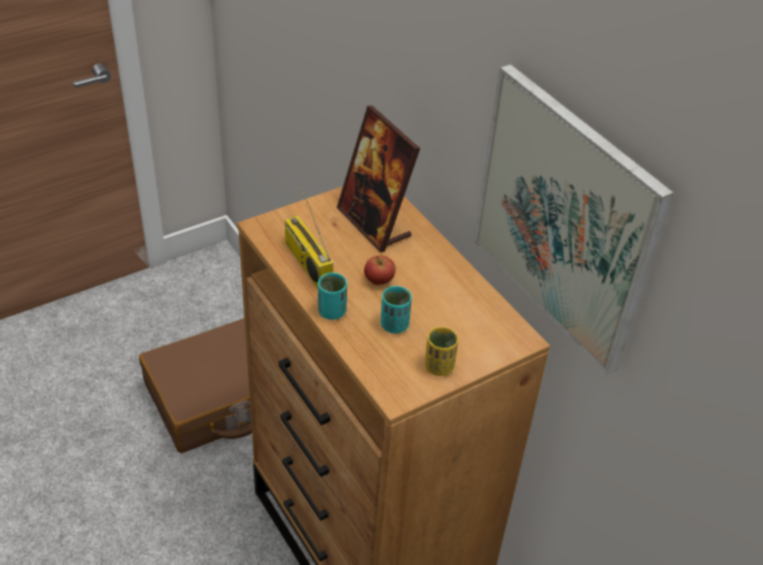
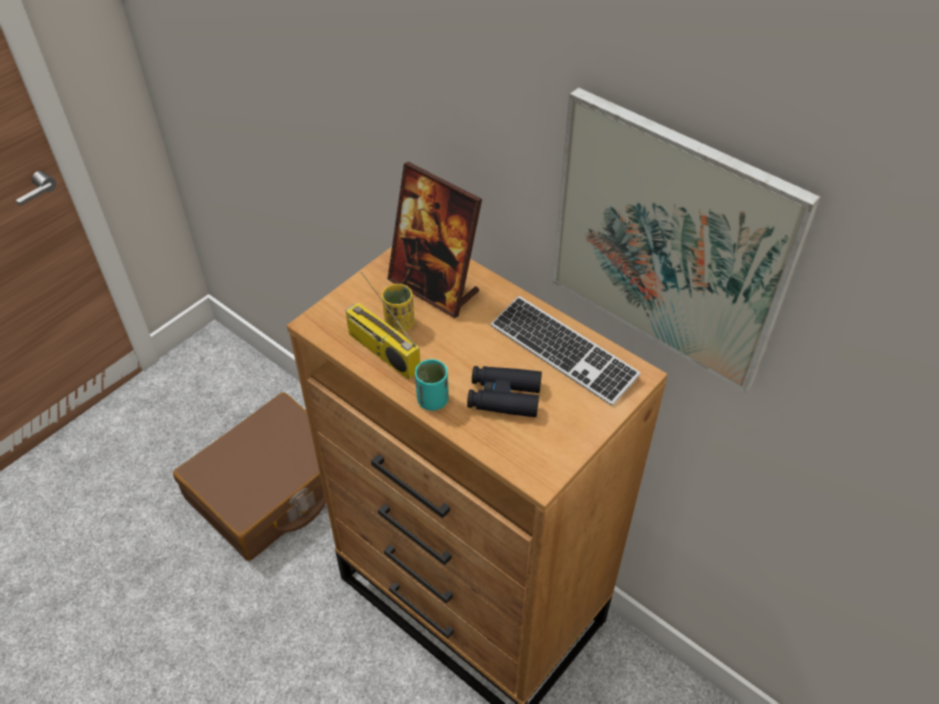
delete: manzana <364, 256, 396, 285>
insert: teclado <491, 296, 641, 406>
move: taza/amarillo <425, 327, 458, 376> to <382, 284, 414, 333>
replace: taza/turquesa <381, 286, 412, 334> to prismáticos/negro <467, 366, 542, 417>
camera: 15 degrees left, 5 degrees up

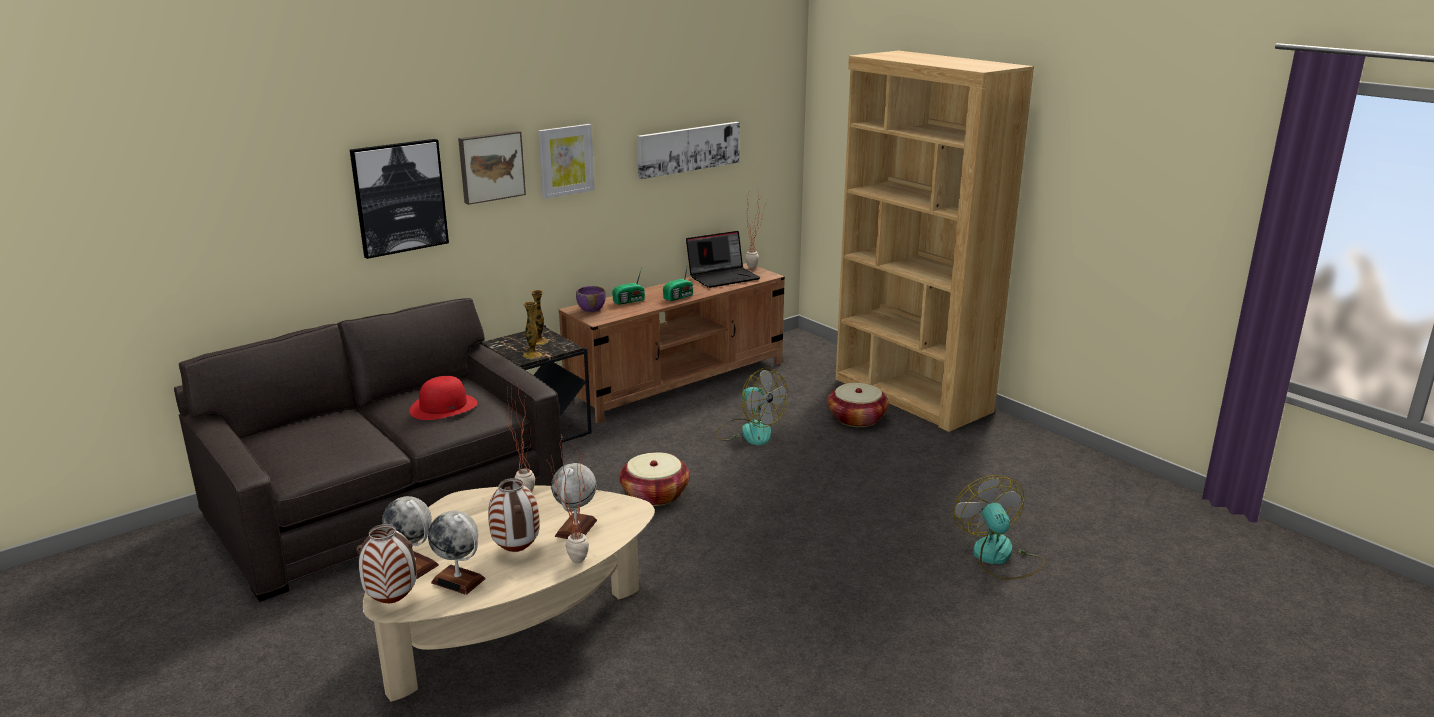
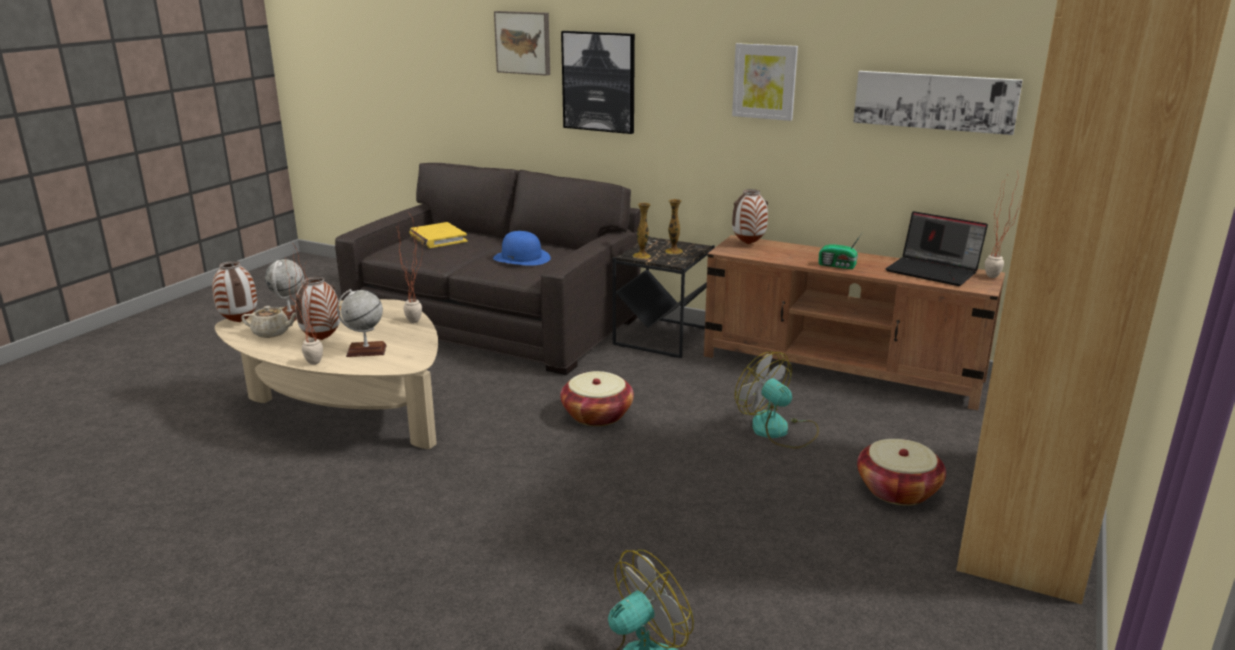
delete: radio <612, 270, 645, 305>
insert: libro/amarillo <410, 222, 468, 248>
move: cuadro <458, 131, 526, 205> to <494, 11, 550, 76>
replace: globo terráqueo <428, 510, 485, 595> to tetera/beis <241, 306, 296, 338>; cuenco/morado <576, 286, 606, 312> to florero <732, 189, 768, 244>
recolor: sombrero/rojo <409, 376, 477, 420> to sombrero/azul <493, 231, 551, 266>
rotate: ventilador <716, 368, 788, 445> = <735, 352, 819, 449> 120 degrees clockwise
camera: 65 degrees right, 0 degrees up

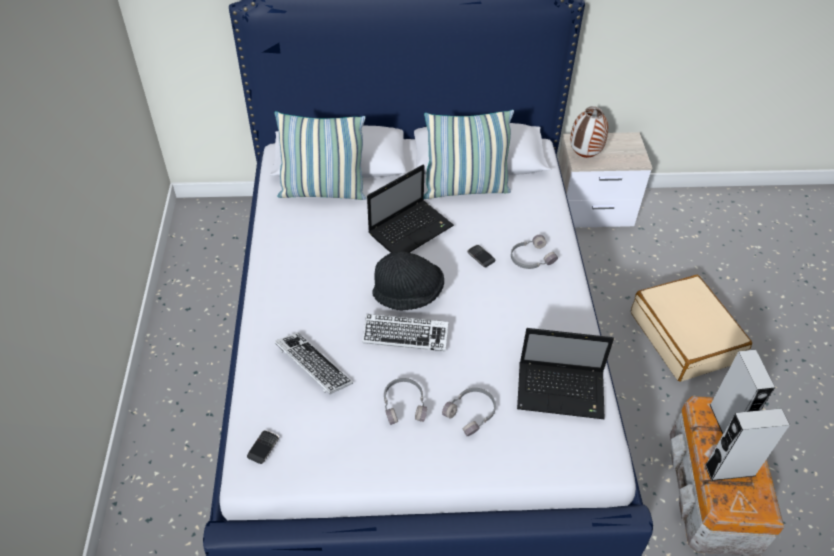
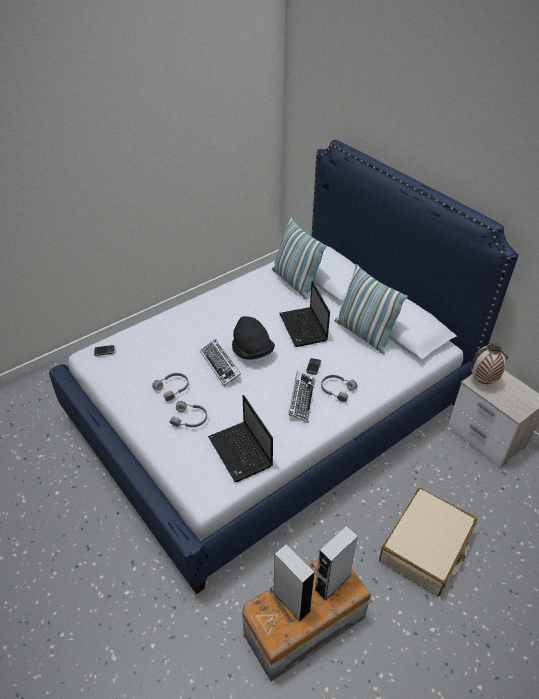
move: teclado <275, 332, 353, 394> to <288, 371, 316, 423>
rotate: portátil <367, 165, 454, 253> = <279, 281, 330, 347> 60 degrees clockwise
camera: 55 degrees right, 5 degrees down

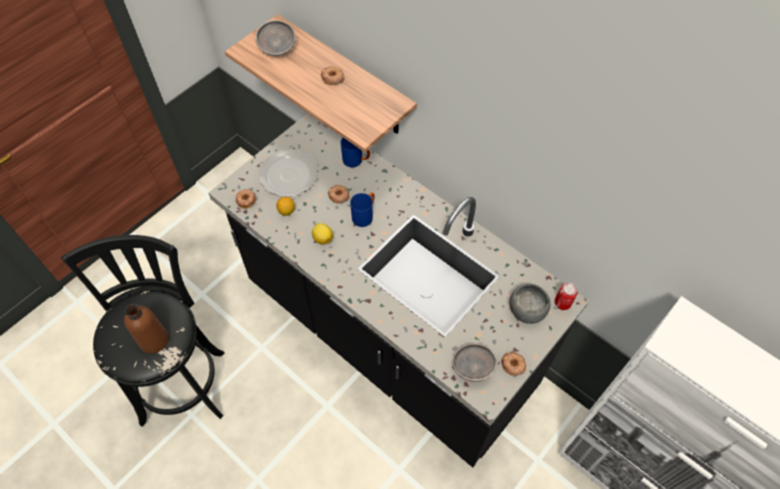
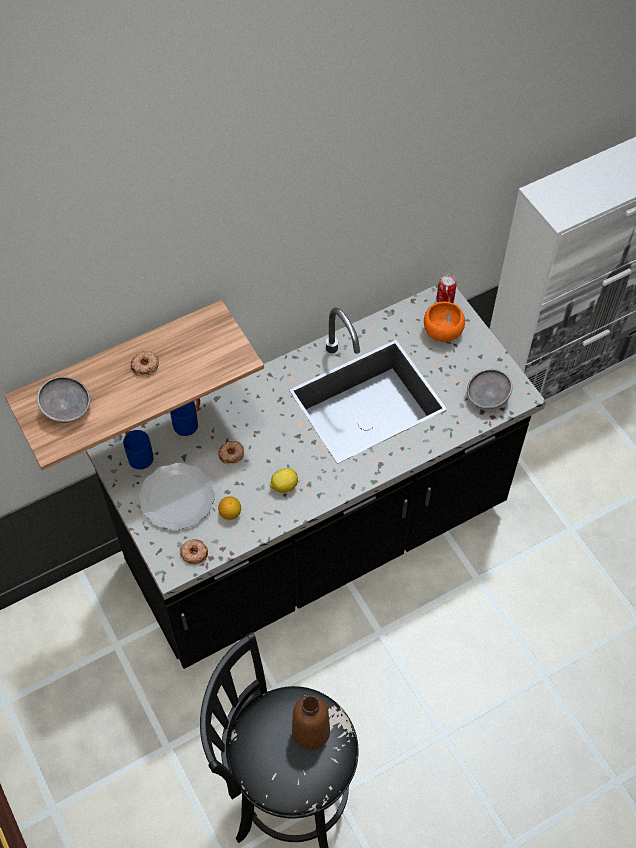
delete: rosquilla <502, 352, 526, 376>
move: taza grande/azul <350, 192, 375, 227> to <123, 430, 154, 470>
recolor: cuenco/gris <509, 284, 550, 324> to cuenco/naranja <424, 301, 465, 342>
camera: 70 degrees left, 0 degrees up

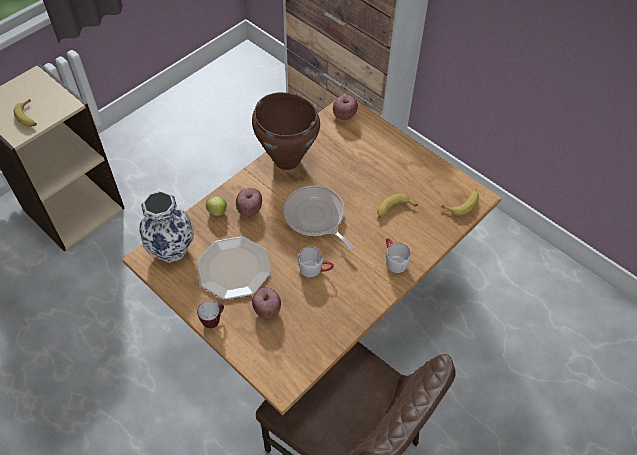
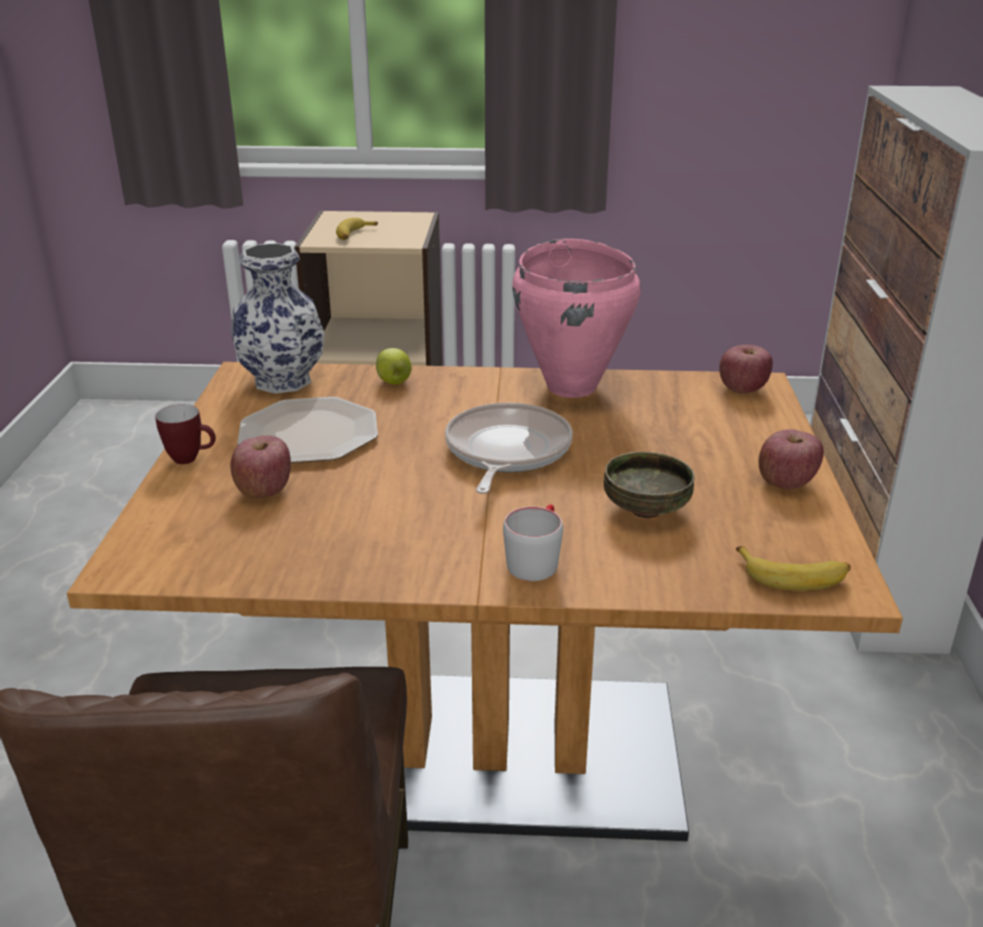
delete: taza grande/gris <298, 247, 334, 278>
move: manzana <236, 188, 262, 217> to <759, 429, 824, 490>
replace: plátano <377, 194, 418, 218> to cuenco <604, 452, 695, 518>
recolor: olla/marrón <252, 92, 320, 170> to olla/rosa <512, 239, 641, 398>
camera: 50 degrees right, 25 degrees down

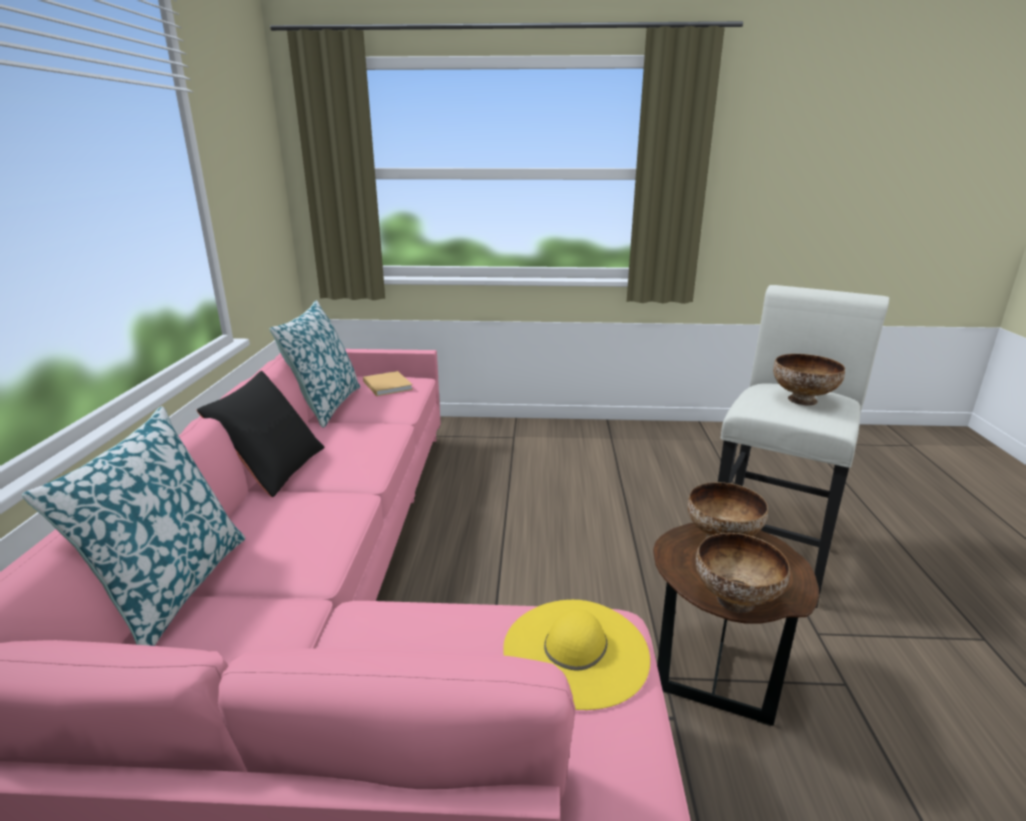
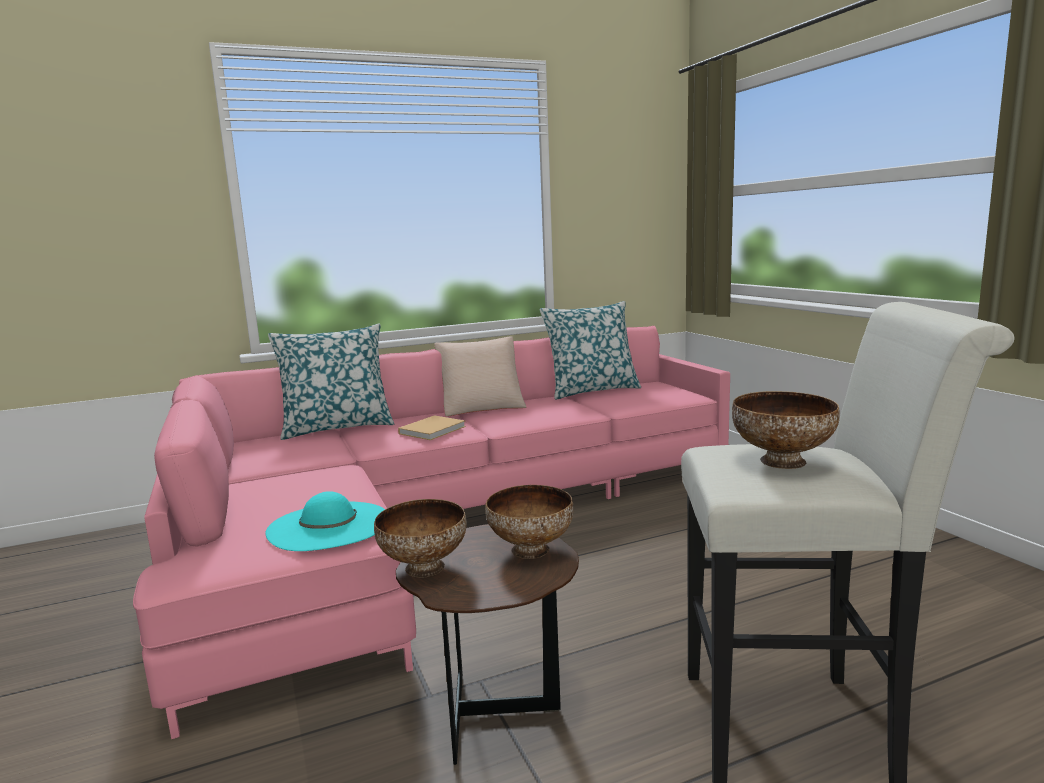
move: libro/beis <363, 371, 413, 396> to <398, 415, 466, 440>
recolor: cojín/negro <197, 371, 325, 497> to cojín/beis <434, 336, 526, 417>; sombrero/amarillo <503, 600, 650, 710> to sombrero/turquesa <266, 491, 385, 551>
camera: 65 degrees right, 10 degrees down

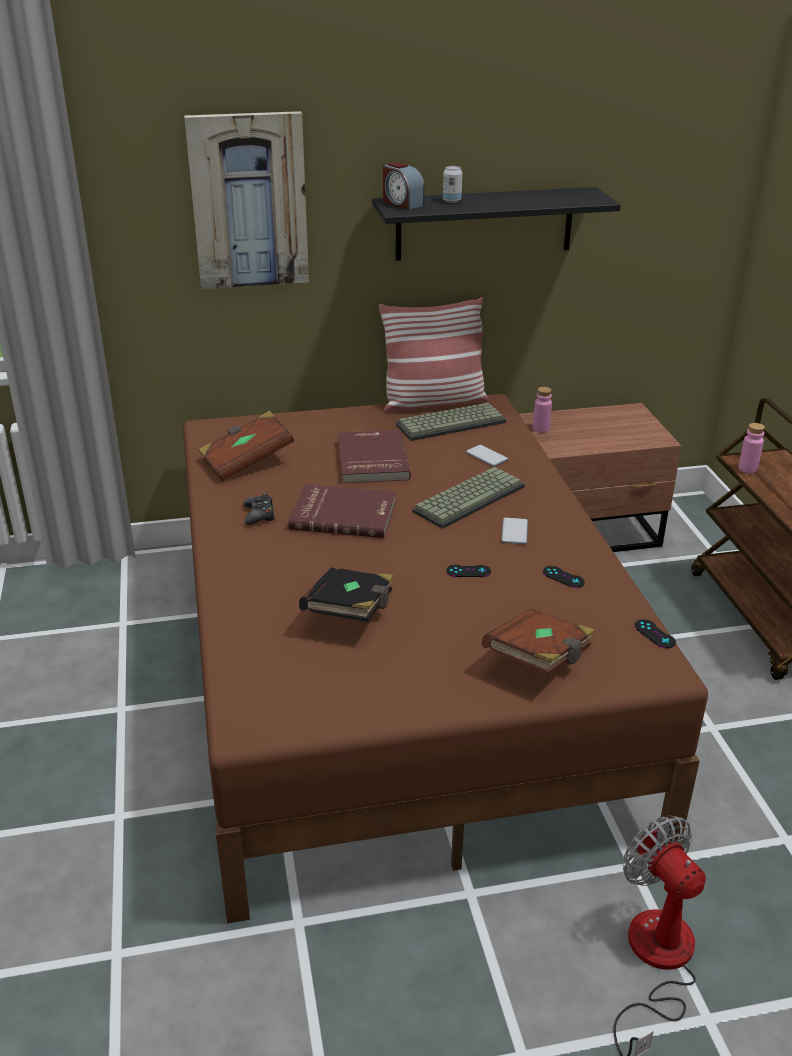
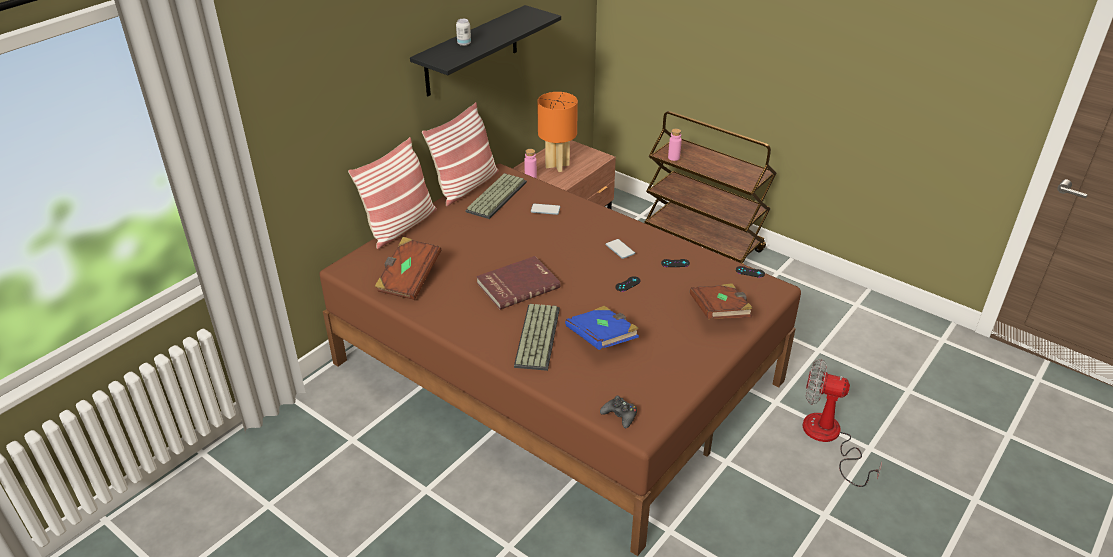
delete: cuadro <184, 111, 309, 289>; libro/rojo <338, 430, 411, 483>; despertador <383, 162, 425, 210>
insert: cojín <348, 137, 437, 249>; lámpara de mesa/naranja <537, 92, 578, 172>
move: mando de consola/negro <243, 493, 275, 525> to <600, 396, 637, 428>; teclado <412, 467, 525, 529> to <514, 304, 560, 371>
recolor: libro/negro <299, 567, 394, 622> to libro/azul <565, 306, 639, 350>
camera: 40 degrees left, 5 degrees up

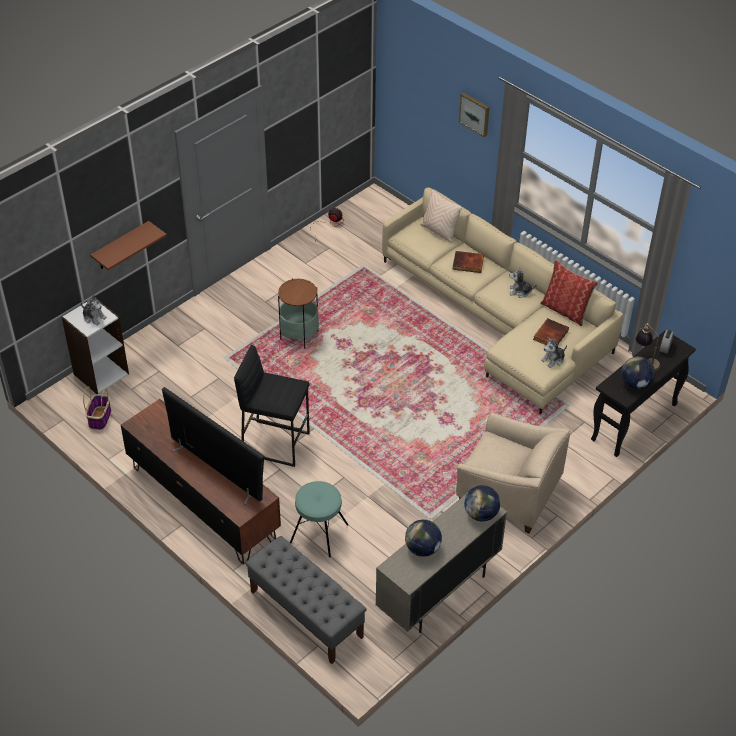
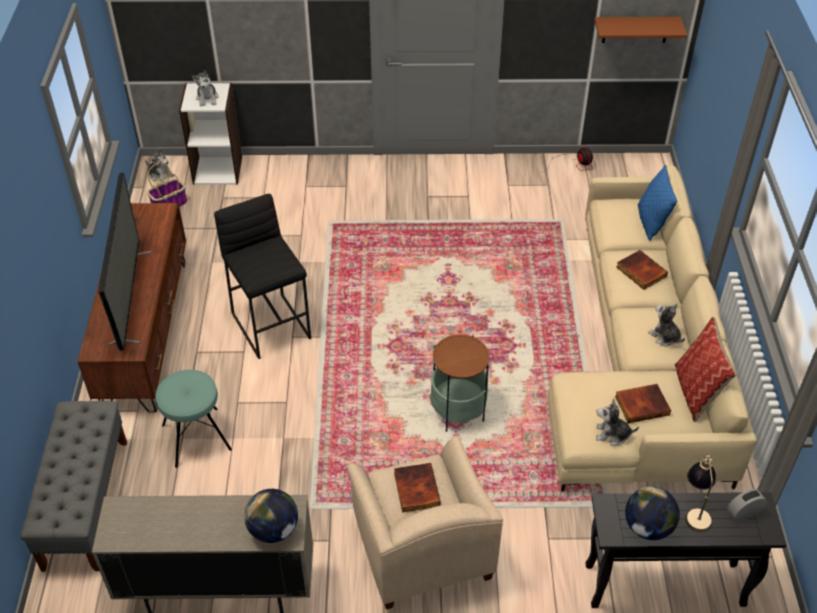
delete: globo terráqueo <405, 520, 442, 557>; cuadro <459, 92, 490, 137>
insert: peluche <145, 149, 174, 182>; libro <394, 463, 441, 512>
move: estante/marrón <90, 221, 167, 270> to <594, 17, 687, 43>; mesa auxiliar <278, 278, 319, 349> to <430, 334, 490, 432>
recolor: cojín/beis <420, 189, 463, 243> to cojín/azul <638, 165, 677, 241>
camera: 45 degrees right, 0 degrees up

